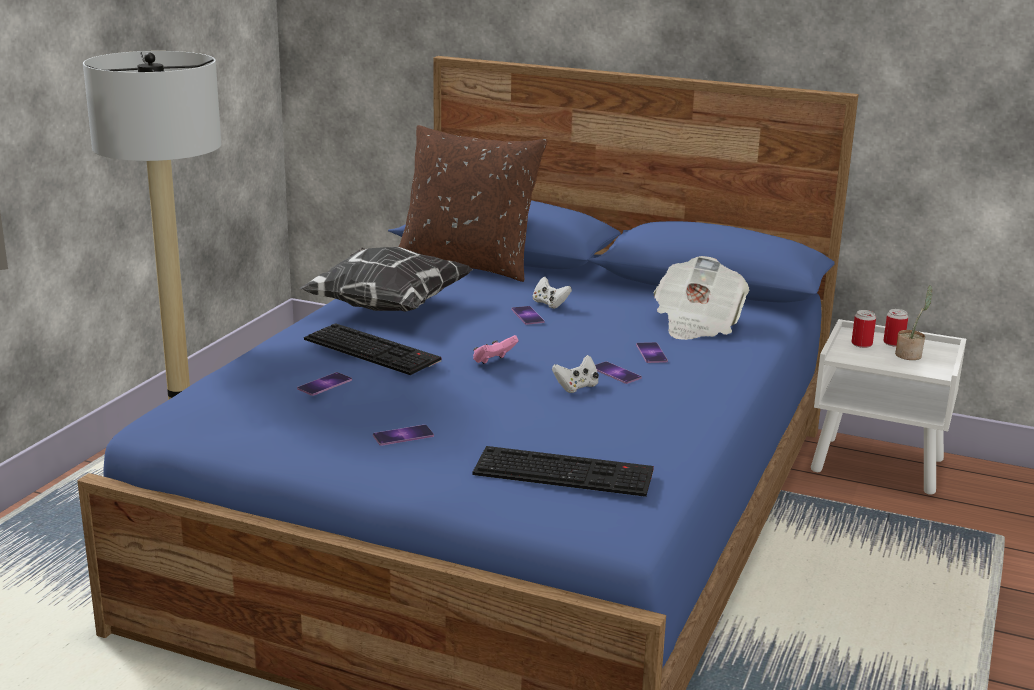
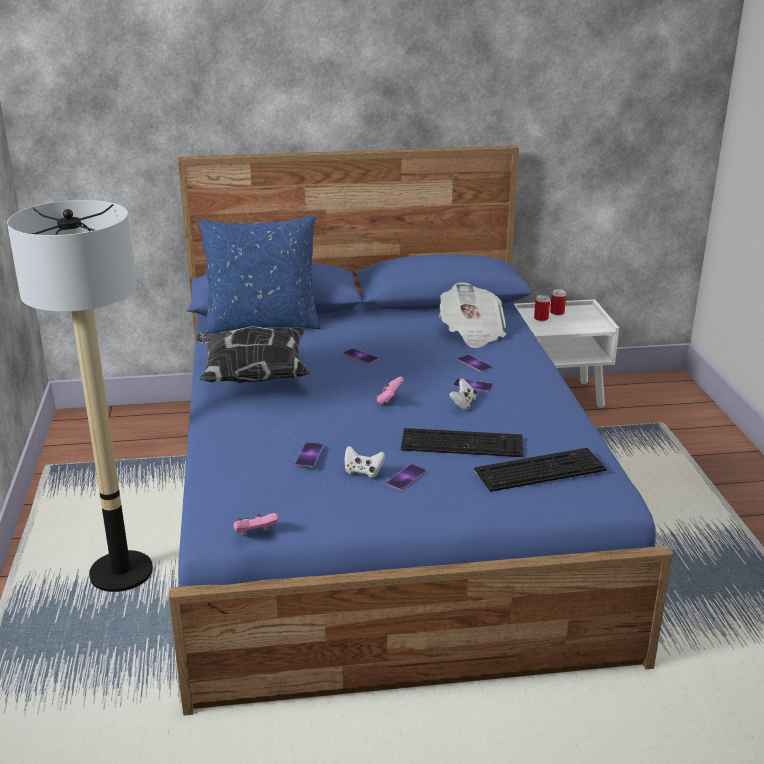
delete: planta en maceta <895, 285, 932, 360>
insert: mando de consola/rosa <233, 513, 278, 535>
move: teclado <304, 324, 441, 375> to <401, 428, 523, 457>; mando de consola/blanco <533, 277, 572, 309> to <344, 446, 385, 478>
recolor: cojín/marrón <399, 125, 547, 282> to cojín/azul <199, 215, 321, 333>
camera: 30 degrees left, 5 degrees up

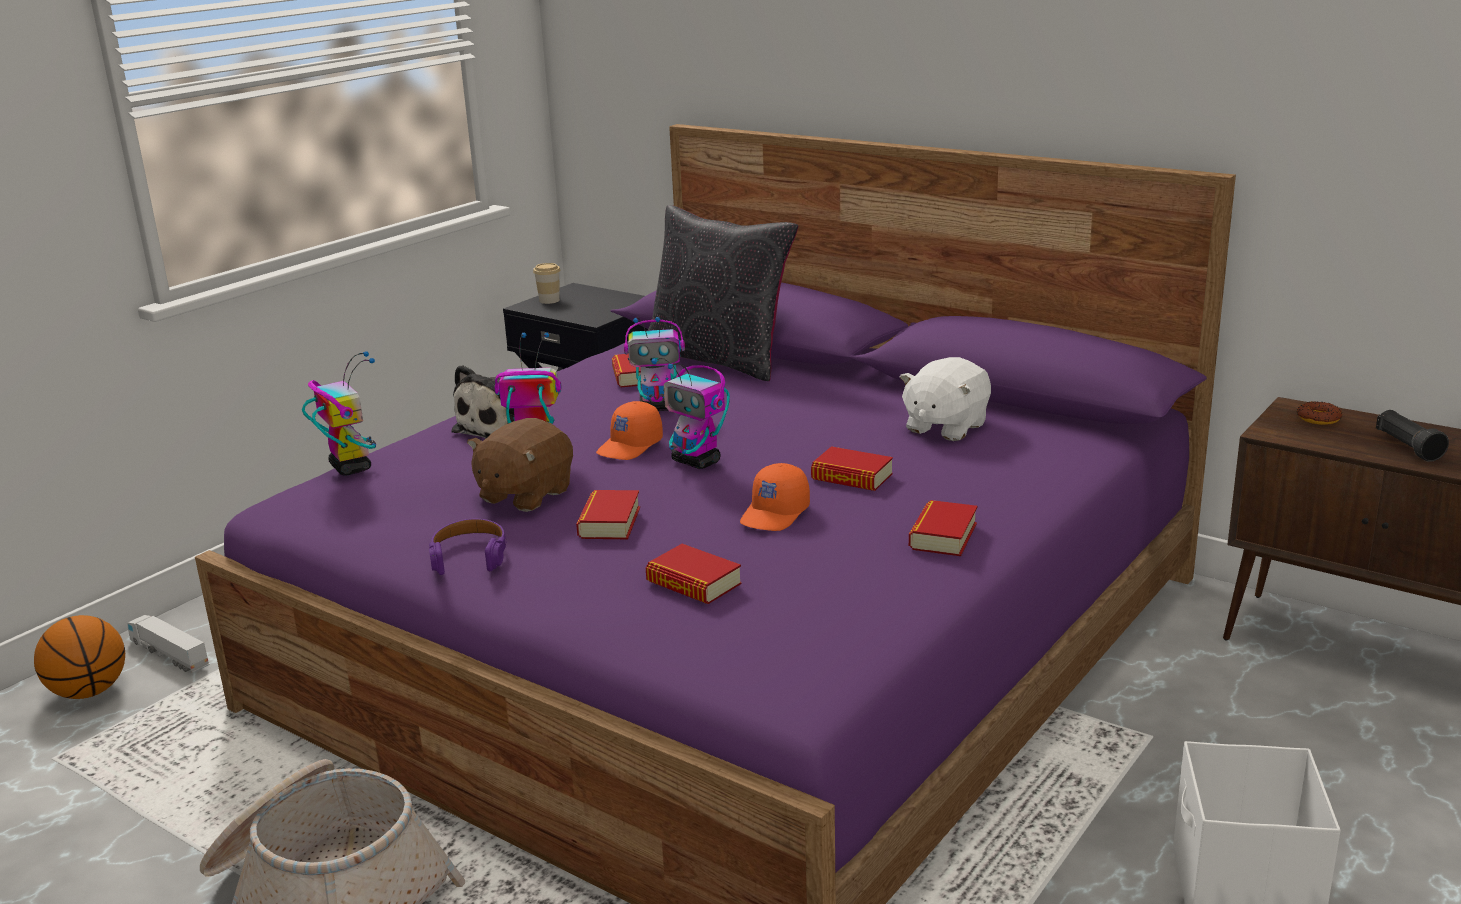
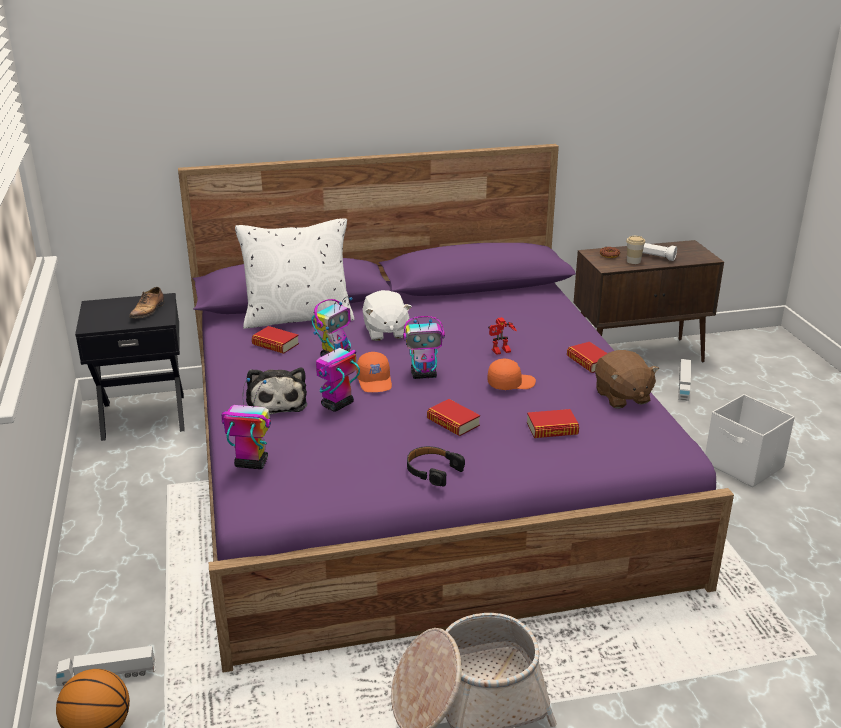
insert: zapato <129, 287, 164, 318>; camión de juguete <678, 359, 691, 401>
move: peluche/marrón <467, 418, 573, 512> to <595, 350, 659, 409>; taza <533, 263, 560, 304> to <626, 236, 645, 264>; peluche/blanco <900, 357, 991, 441> to <363, 290, 412, 341>
replace: libro <811, 446, 893, 491> to robot de juguete <488, 317, 517, 355>
recolor: auriculares/morado <429, 519, 507, 575> to auriculares/negro <407, 446, 465, 486>; cojín/negro <648, 205, 799, 381> to cojín/blanco <235, 219, 354, 329>; linterna/negro <1376, 410, 1449, 462> to linterna/blanco <643, 243, 677, 261>
rotate: gorra/naranja <740, 463, 810, 531> = <488, 359, 536, 390> 90 degrees counterclockwise
camera: 50 degrees left, 5 degrees up

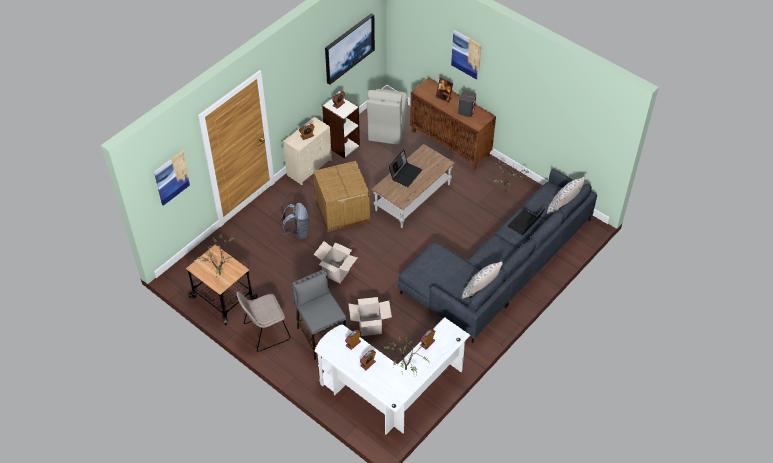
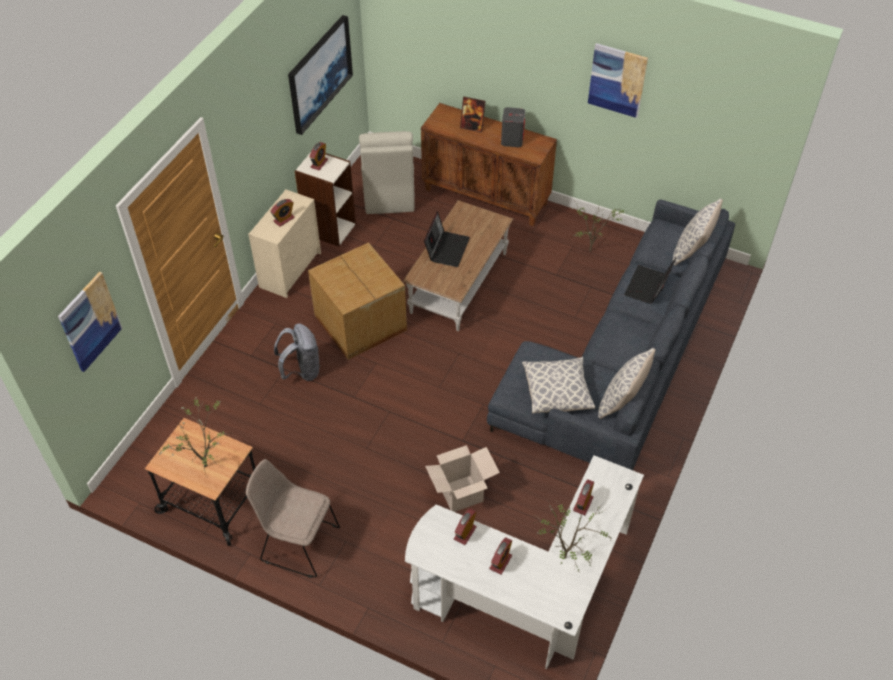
delete: taburete/gris <292, 270, 346, 360>; caja de cartón <314, 241, 357, 283>
insert: cojín <522, 357, 595, 413>
move: cuadro <451, 30, 482, 80> to <588, 43, 648, 118>
rotate: silla/beis <236, 291, 291, 352> = <246, 459, 340, 578> 60 degrees clockwise
camera: 15 degrees left, 0 degrees up

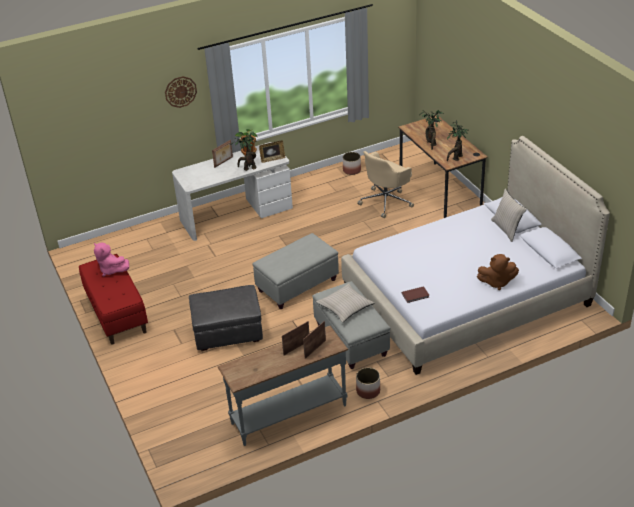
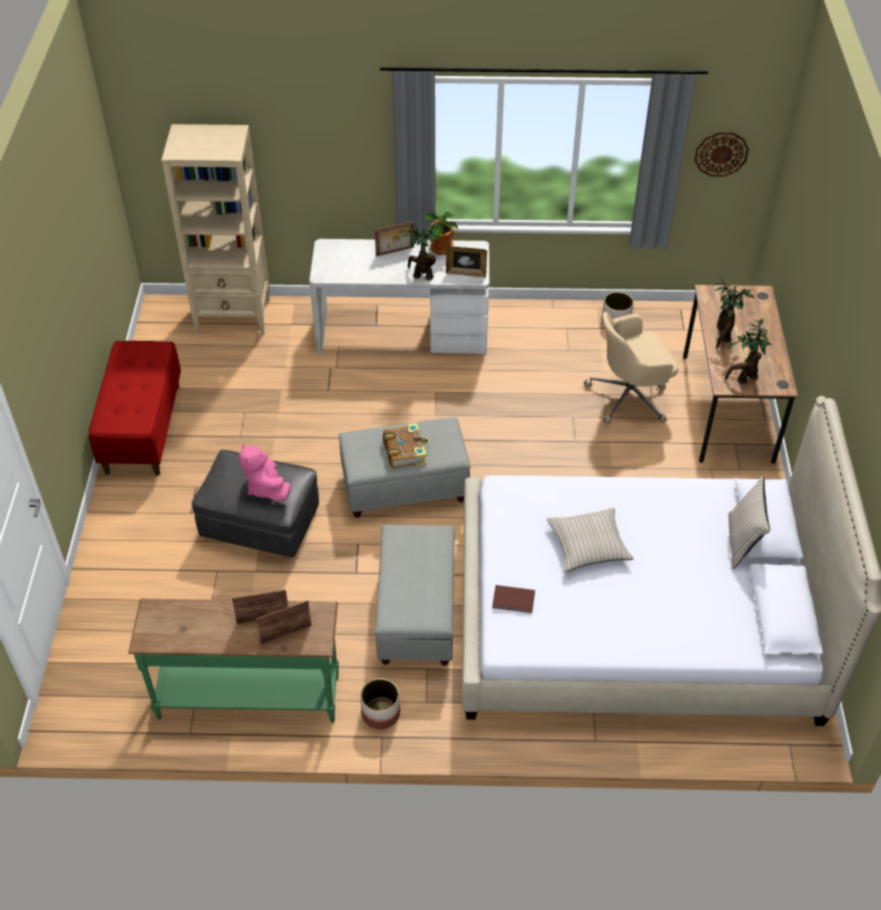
delete: peluche/marrón <477, 254, 519, 290>
insert: estantería/beis <161, 124, 270, 335>; libro <383, 423, 430, 469>
move: peluche/rosa <94, 243, 129, 276> to <239, 443, 291, 501>; reloj de pared <165, 76, 197, 108> to <694, 132, 749, 177>; cojín/beis <316, 283, 375, 323> to <547, 508, 634, 572>
recolor: mesa consola/gris <218, 326, 348, 446> to mesa consola/verde <128, 599, 339, 723>
camera: 25 degrees right, 10 degrees up

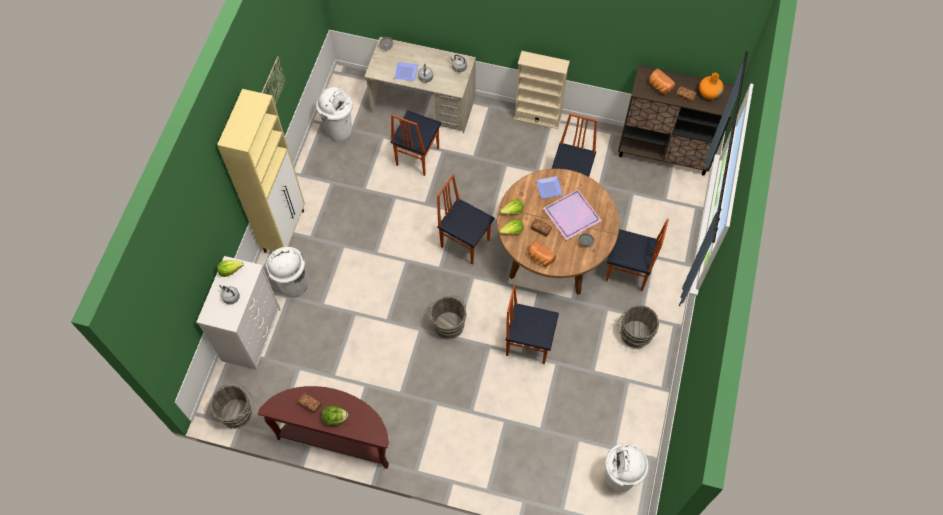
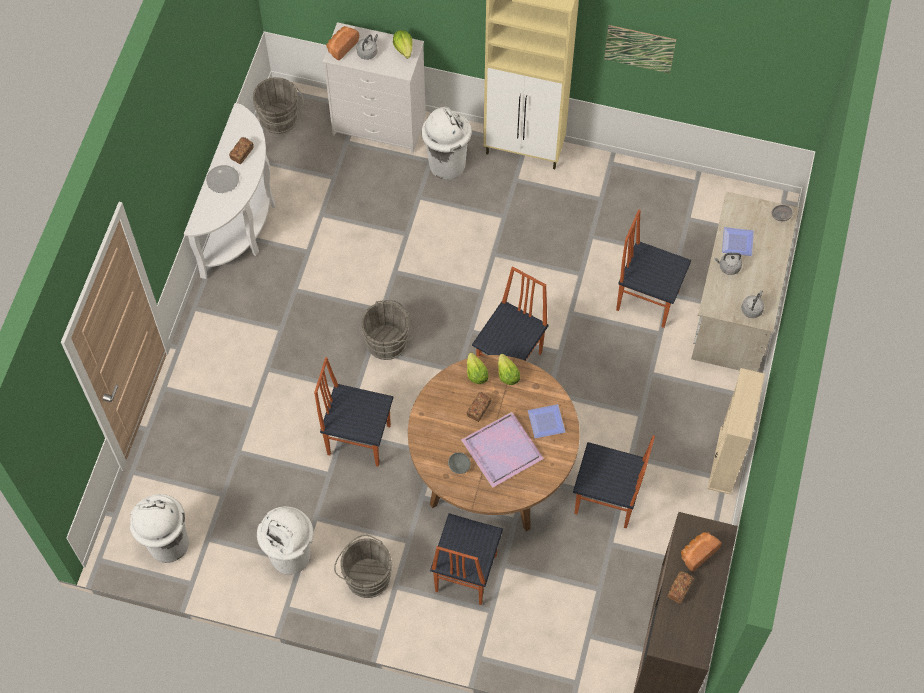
delete: florero/naranja <699, 73, 724, 99>
move: papelera/blanco <316, 87, 353, 141> to <257, 506, 314, 575>; pan <528, 241, 556, 266> to <326, 26, 359, 60>
replace: lechuga <322, 406, 348, 426> to plato <206, 165, 239, 193>
recolor: mesa consola/marrón <258, 386, 389, 469> to mesa consola/blanco <184, 103, 275, 279>
rotate: silla <506, 285, 559, 364> = <314, 357, 393, 467> 90 degrees counterclockwise
camera: 90 degrees right, 0 degrees up

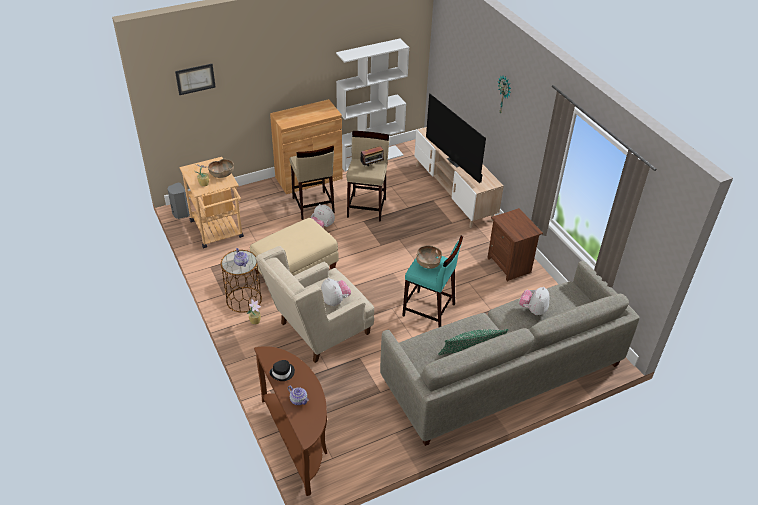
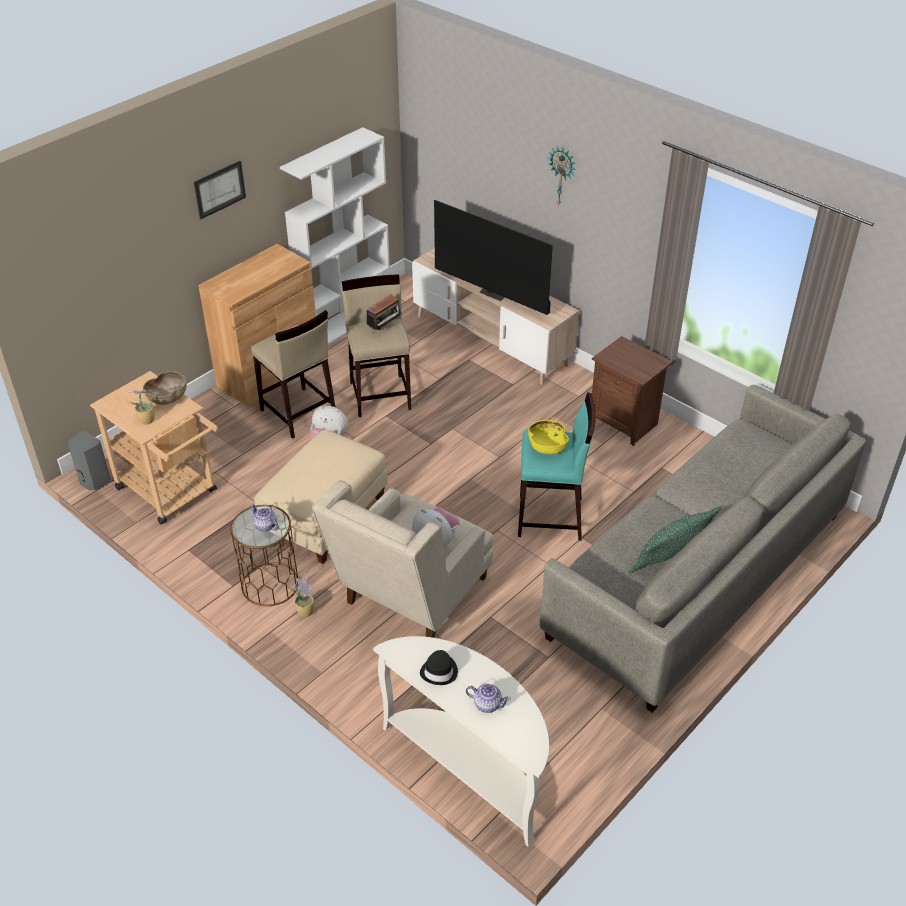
delete: peluche <519, 287, 549, 315>
move: cuadro <175, 64, 216, 95> to <194, 161, 246, 219>
recolor: mesa consola/marrón <254, 346, 327, 496> to mesa consola/blanco <373, 636, 549, 847>; cuenco/marrón <416, 245, 442, 269> to cuenco/amarillo <528, 420, 569, 454>
camera: 20 degrees left, 0 degrees up

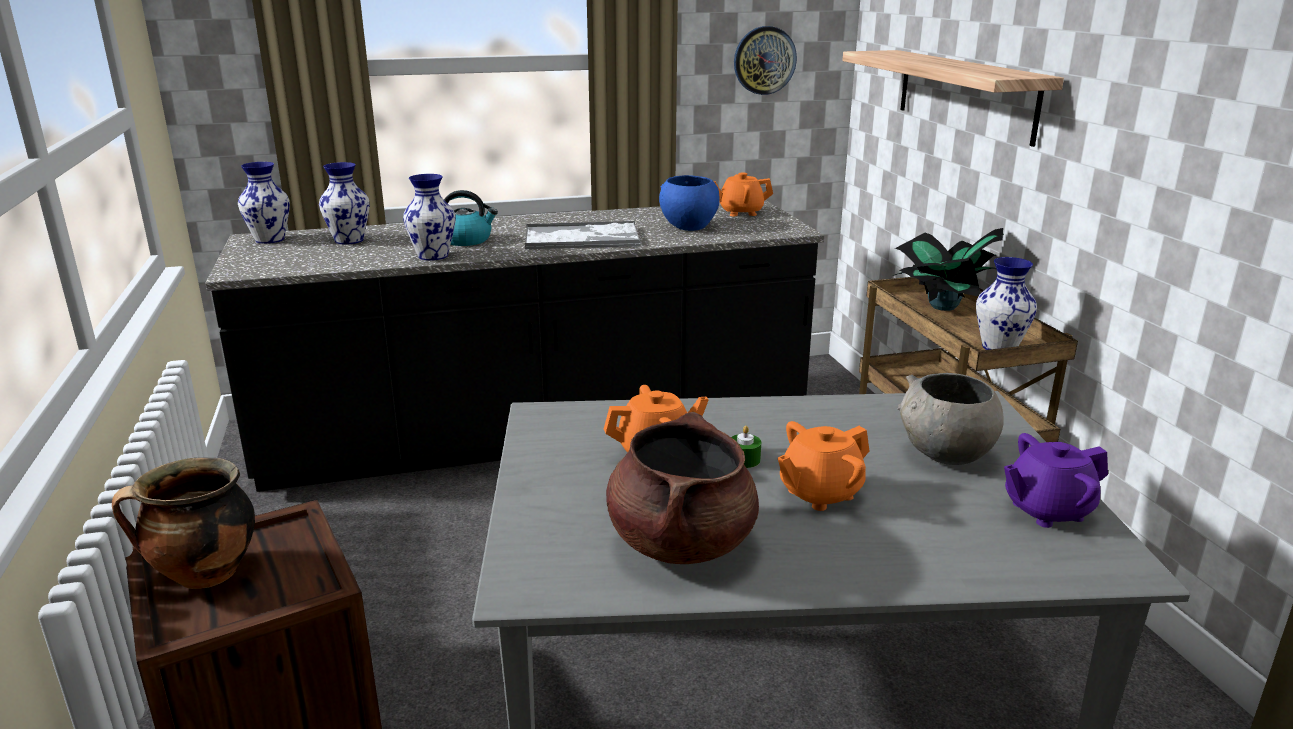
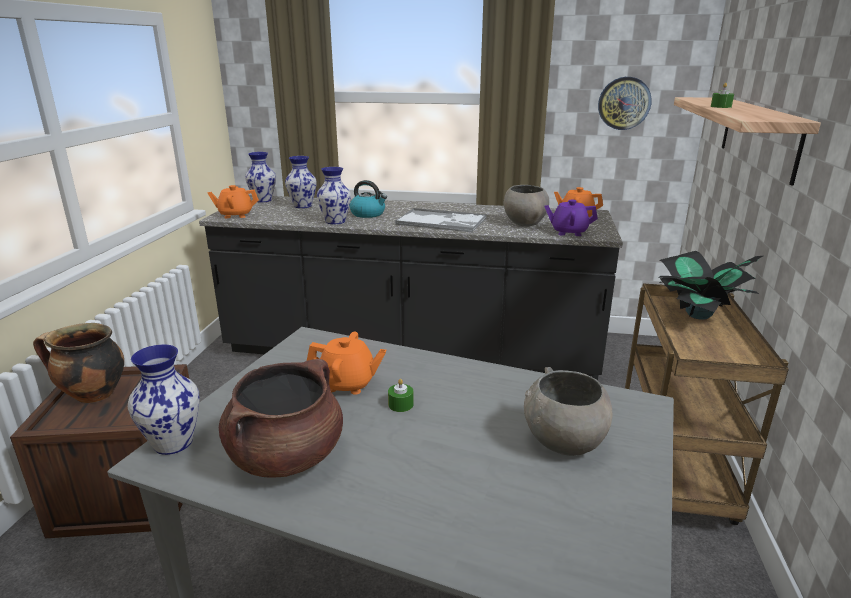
insert: vela/verde <711, 82, 734, 108>
move: tetera/naranja <778, 421, 870, 511> to <208, 185, 259, 218>; florero <976, 257, 1037, 350> to <128, 345, 200, 455>; tetera/morado <1004, 433, 1108, 528> to <544, 200, 598, 236>
recolor: cuenco/azul <659, 175, 720, 231> to cuenco/gris <504, 185, 549, 226>
camera: 25 degrees right, 0 degrees up

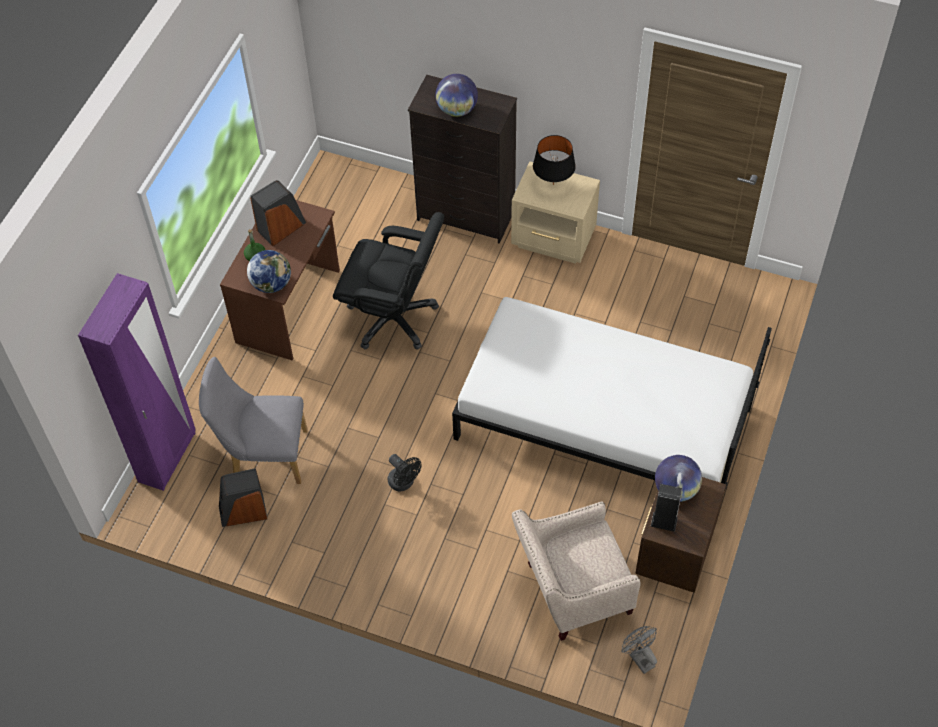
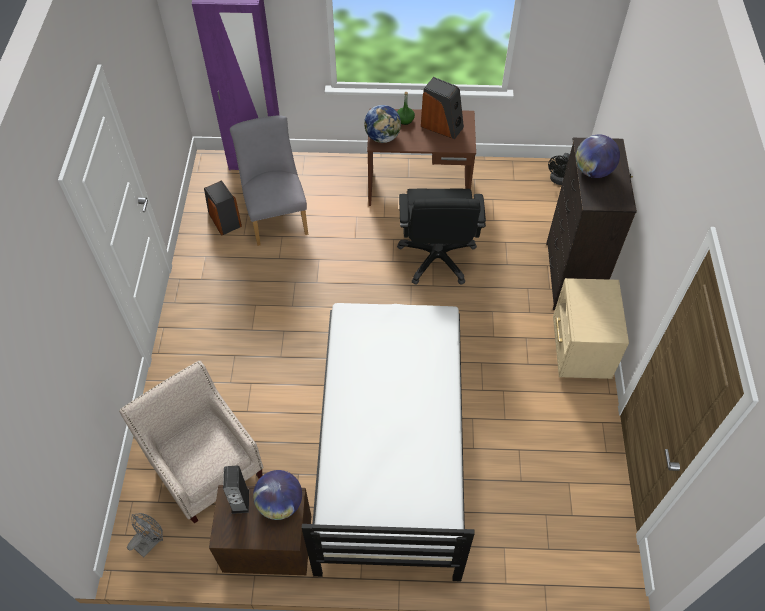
delete: lámpara de mesa/negro <533, 135, 576, 185>
move: ventilador/negro <387, 454, 422, 492> to <548, 153, 570, 185>
camera: 70 degrees right, 0 degrees up

